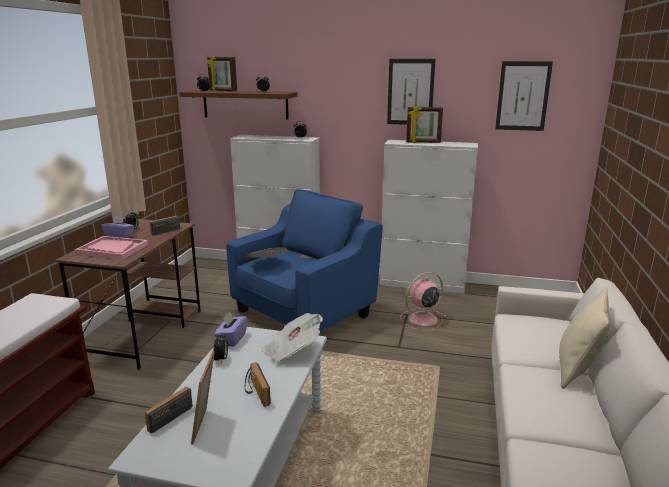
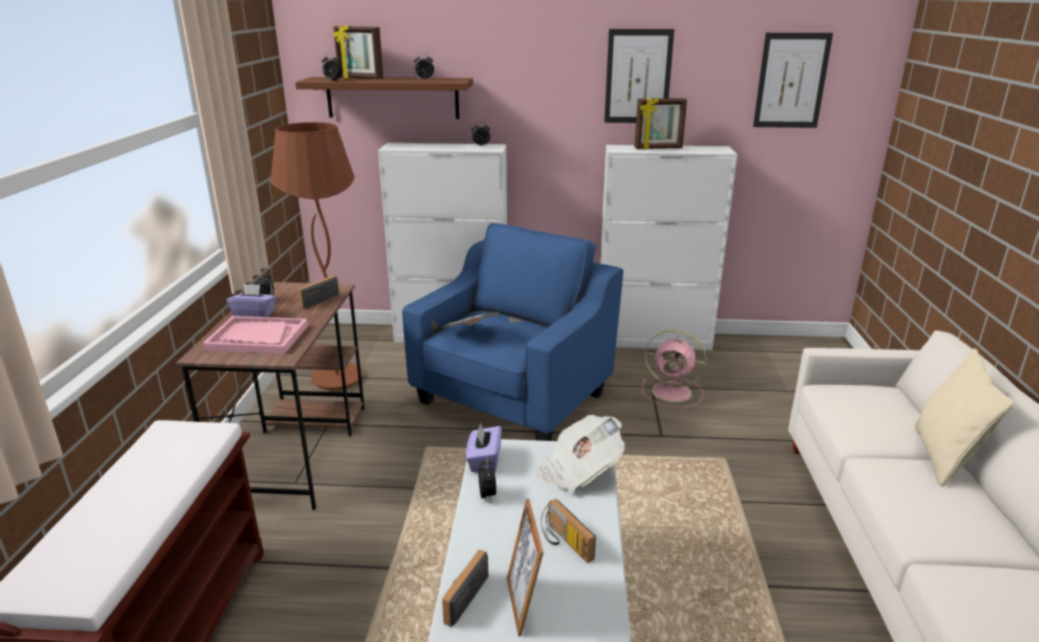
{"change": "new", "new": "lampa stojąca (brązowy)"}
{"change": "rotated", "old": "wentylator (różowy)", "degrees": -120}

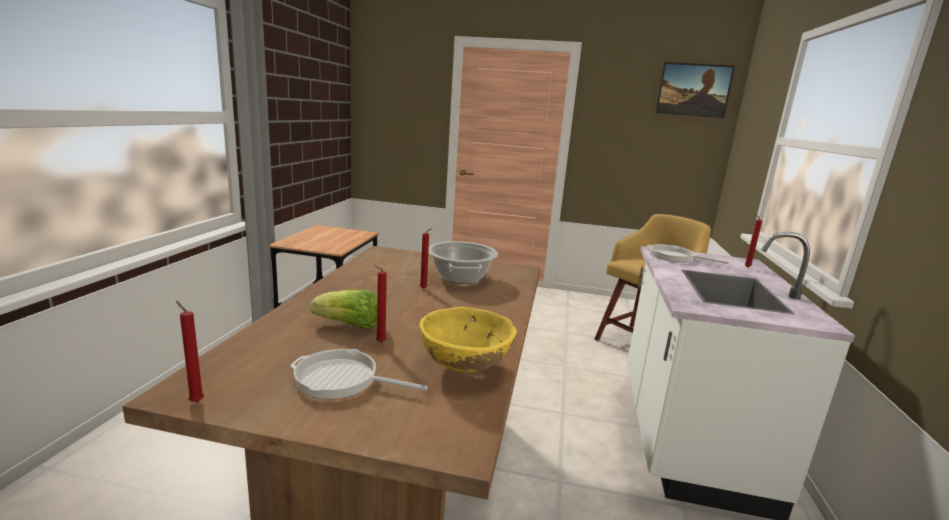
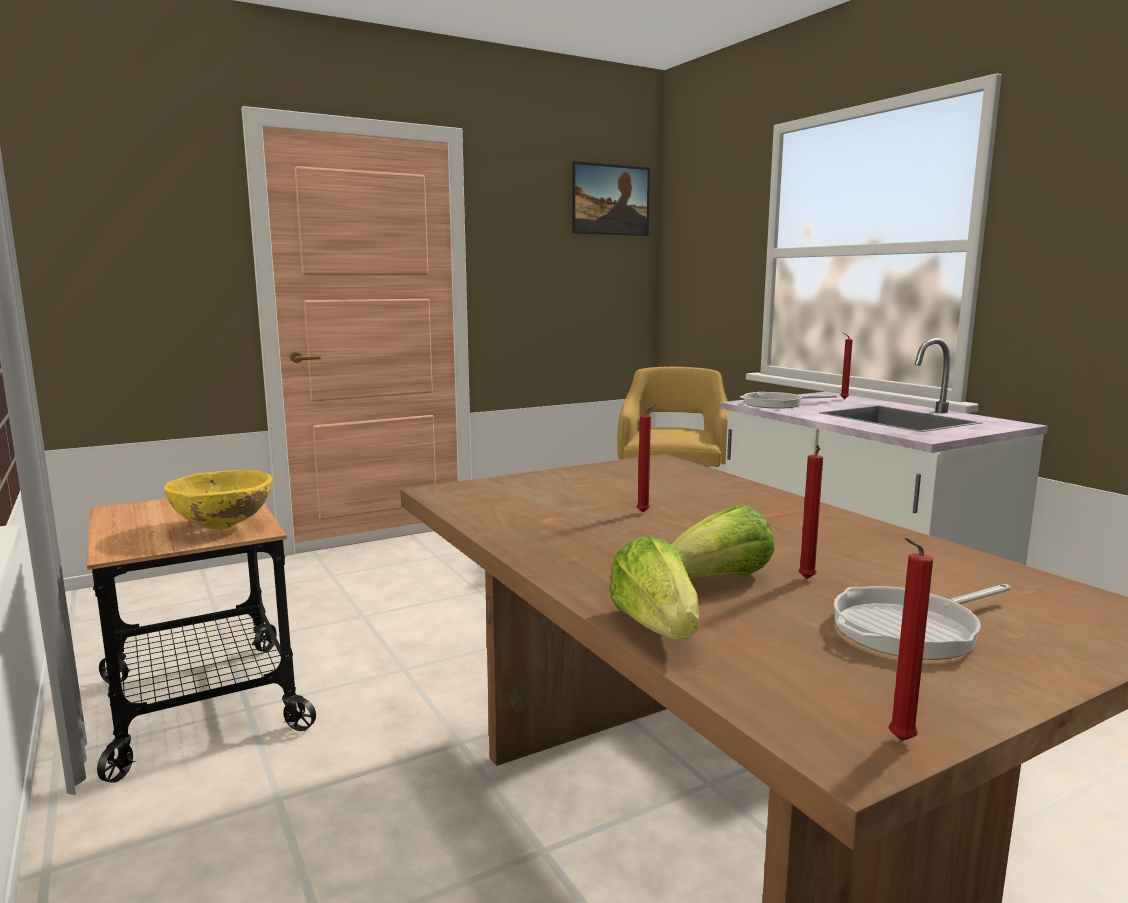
{"change": "gone", "old": "garnek"}
{"change": "new", "new": "sałata (no. 1 from left)"}
{"change": "shifted", "old": "miska (żółty)"}

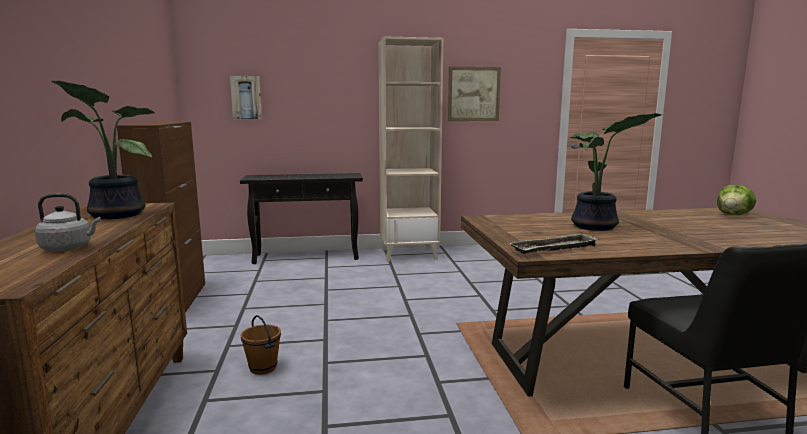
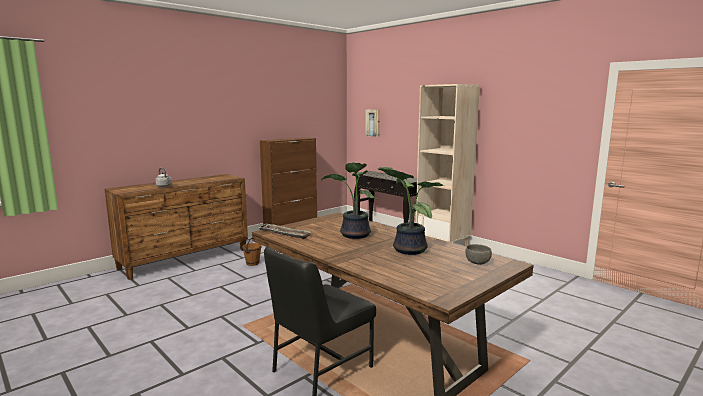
{"change": "gone", "old": "obraz (no. 2 from left)"}
{"change": "shifted", "old": "roślina doniczkowa (no. 1 from left in the first image)", "new": "roślina doniczkowa (no. 2 from left)"}
{"change": "swapped", "old": "sałata", "new": "miska (szary)"}

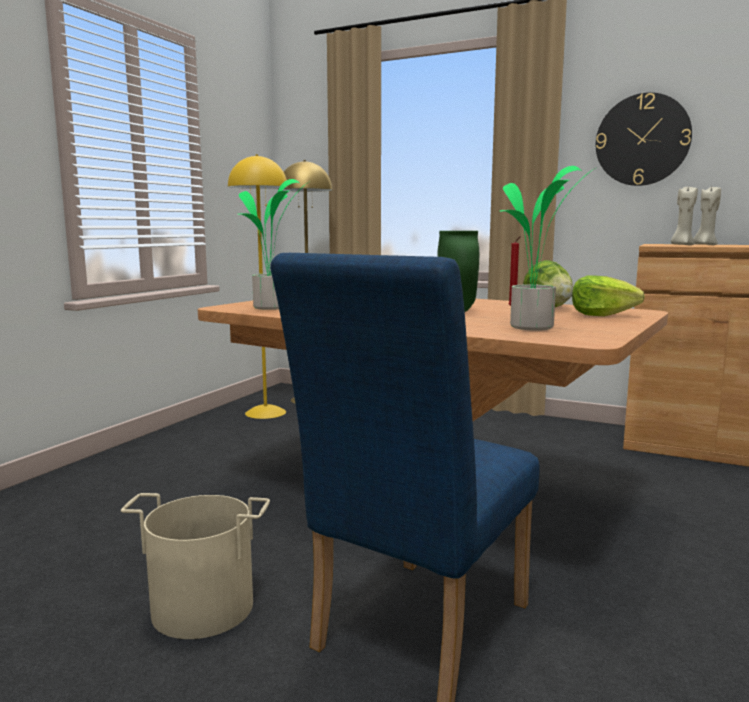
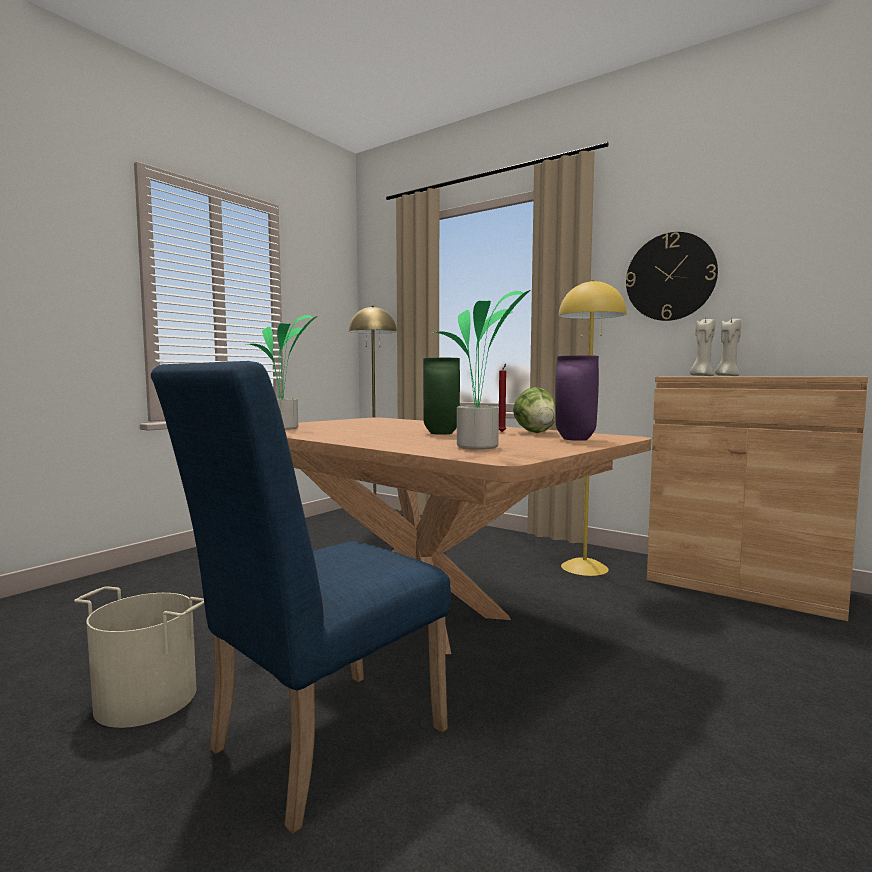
{"change": "shifted", "old": "lampa stojąca (żółty) (no. 1 from left in the first image)", "new": "lampa stojąca (żółty) (no. 2 from left)"}
{"change": "swapped", "old": "sałata (no. 2 from left)", "new": "wazon (fioletowy)"}

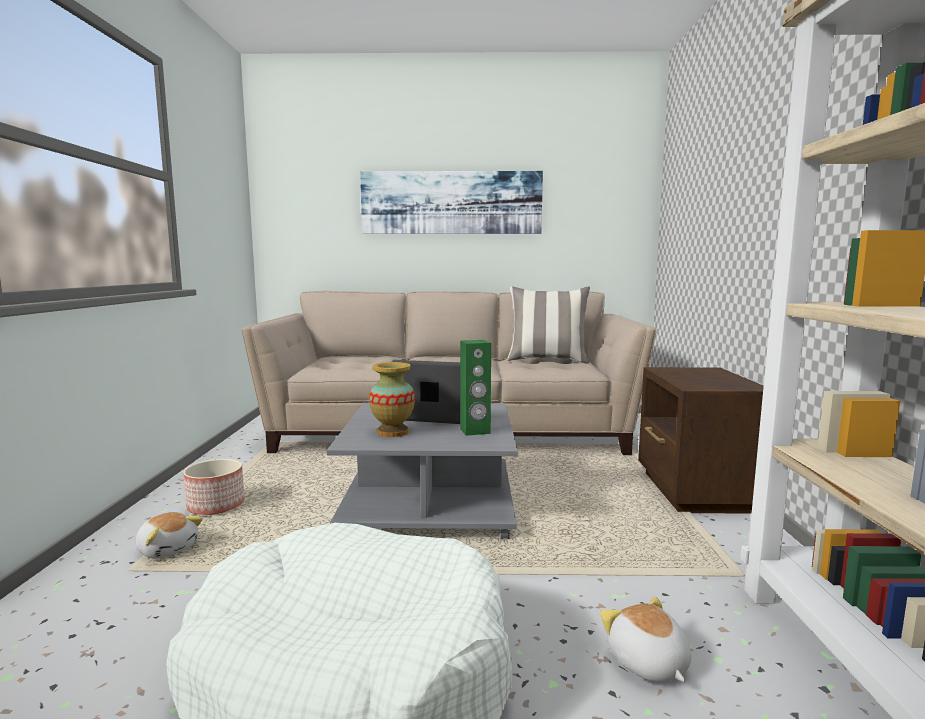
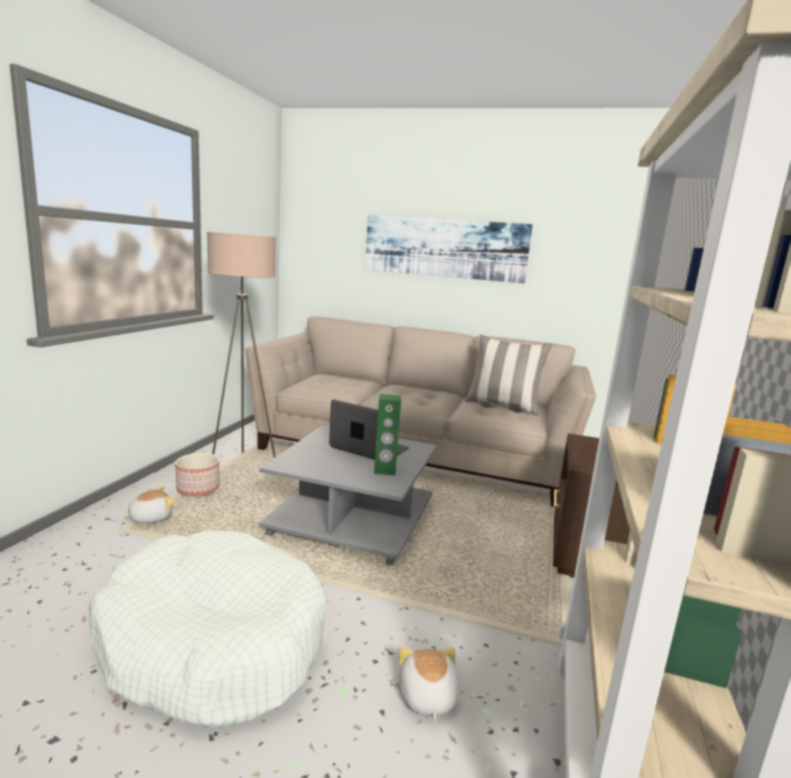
{"change": "gone", "old": "wazon"}
{"change": "new", "new": "lampa stojąca (beżowy)"}
{"change": "rotated", "old": "pluszak (no. 1 from left)", "degrees": -90}

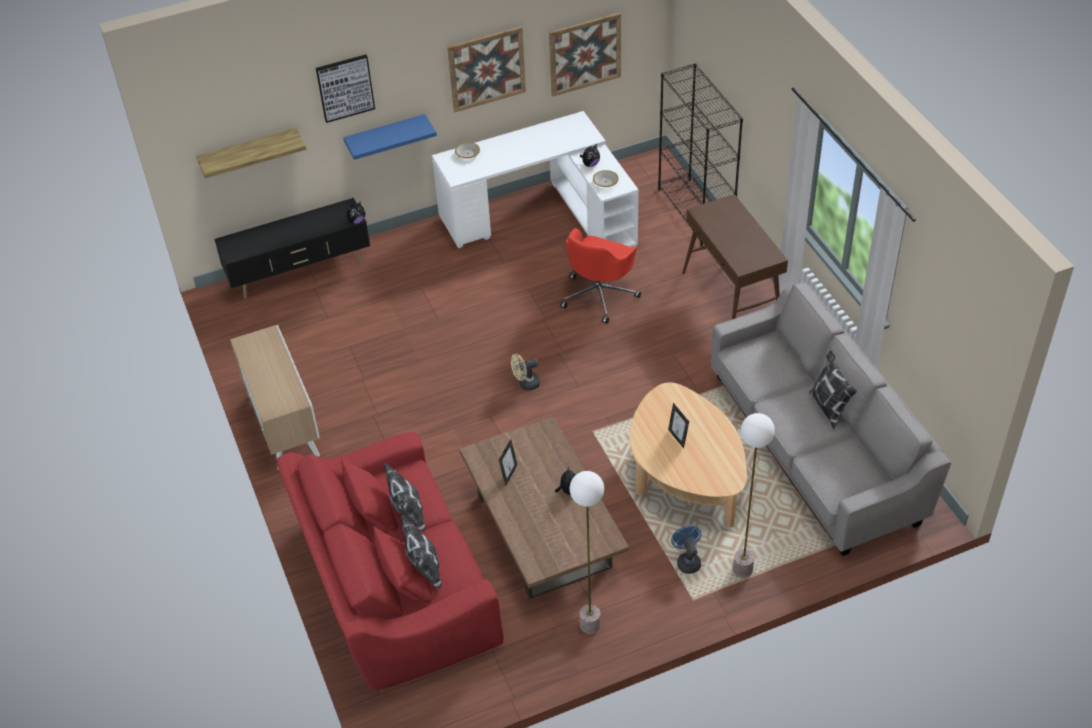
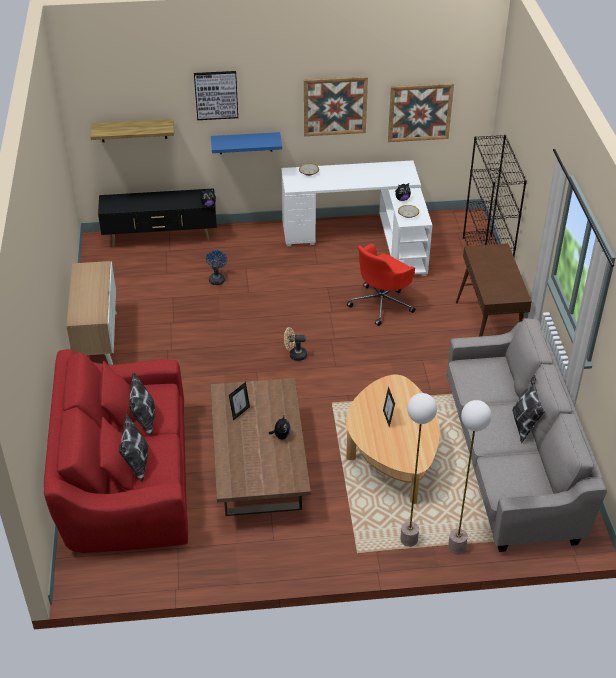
{"change": "shifted", "old": "lampa stojąca (no. 1 from left in the first image)", "new": "lampa stojąca (no. 2 from left)"}
{"change": "shifted", "old": "wentylator (niebieski)"}

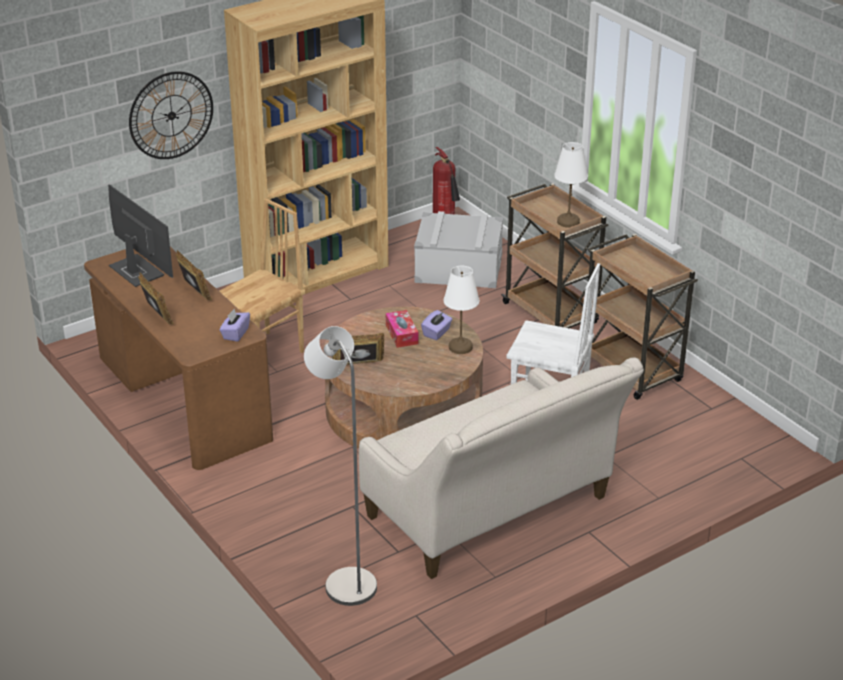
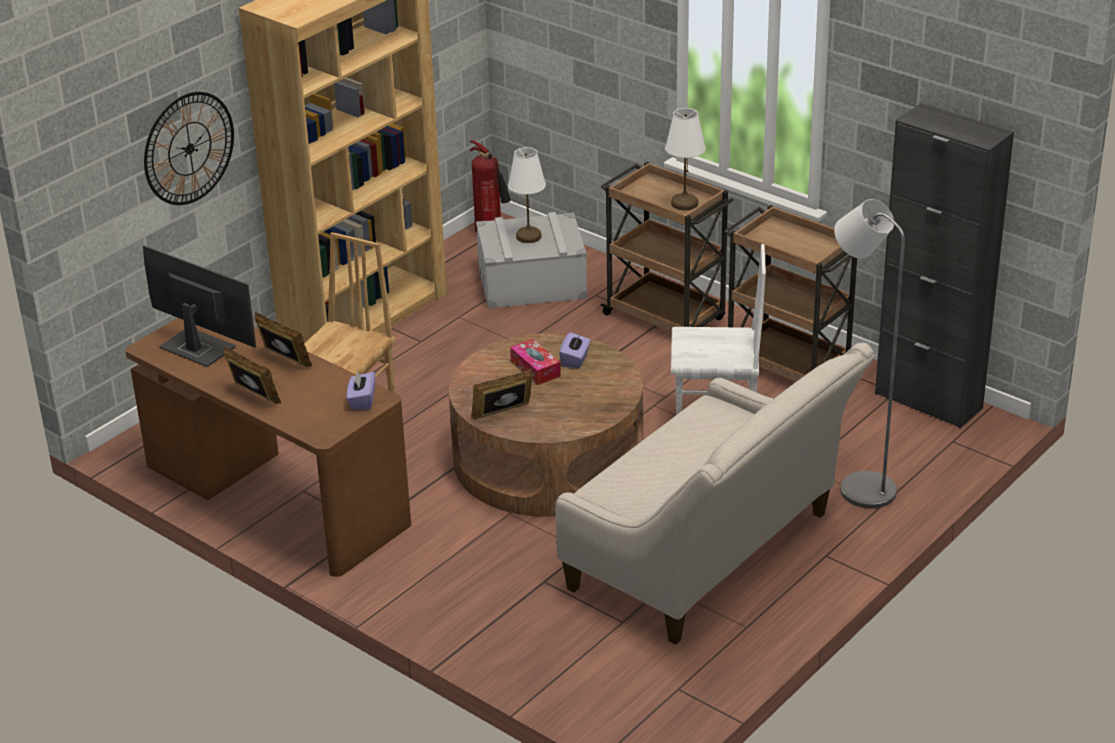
{"change": "new", "new": "szafka (czarny)"}
{"change": "shifted", "old": "lampa stojąca (szary)"}
{"change": "shifted", "old": "lampa stołowa (biały) (no. 1 from left)"}

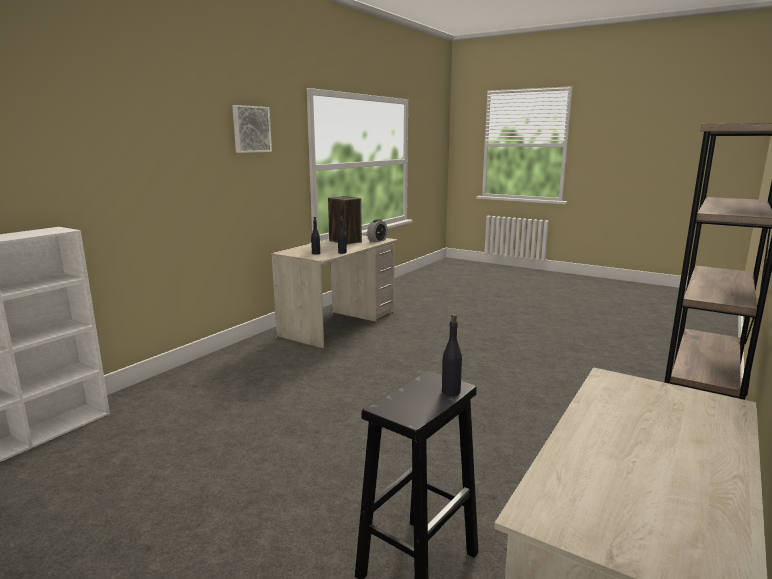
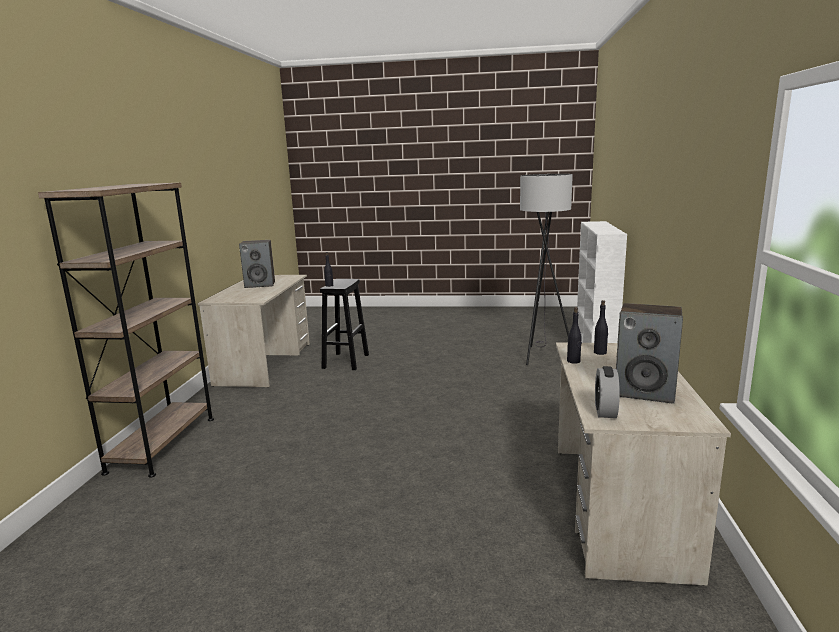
{"change": "gone", "old": "obraz"}
{"change": "new", "new": "głośnik (no. 1 from left)"}
{"change": "new", "new": "lampa stojąca (szary)"}

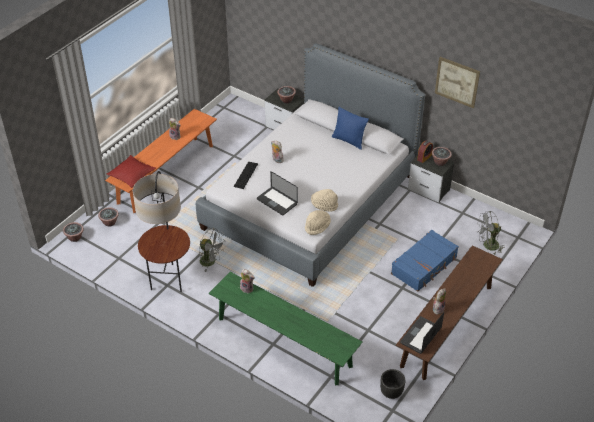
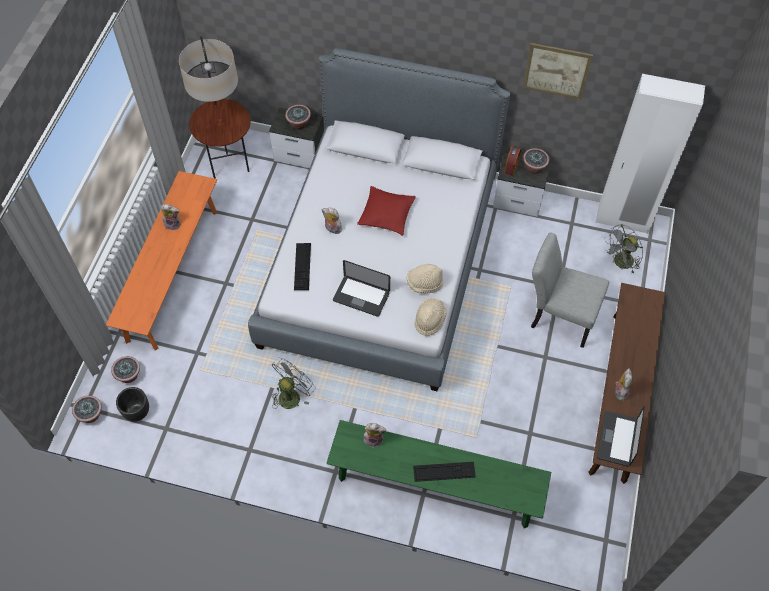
{"change": "gone", "old": "poduszka (niebieski)"}
{"change": "new", "new": "klawiatura (no. 2 from left)"}
{"change": "new", "new": "szafa (biały)"}
{"change": "shifted", "old": "poduszka (czerwony)"}
{"change": "shifted", "old": "lampa stojąca"}
{"change": "shifted", "old": "donica (czarny)"}
{"change": "swapped", "old": "walizka (niebieski)", "new": "krzesło (szary)"}
{"change": "rotated", "old": "wentylator (szary) (no. 1 from left)", "degrees": -60}

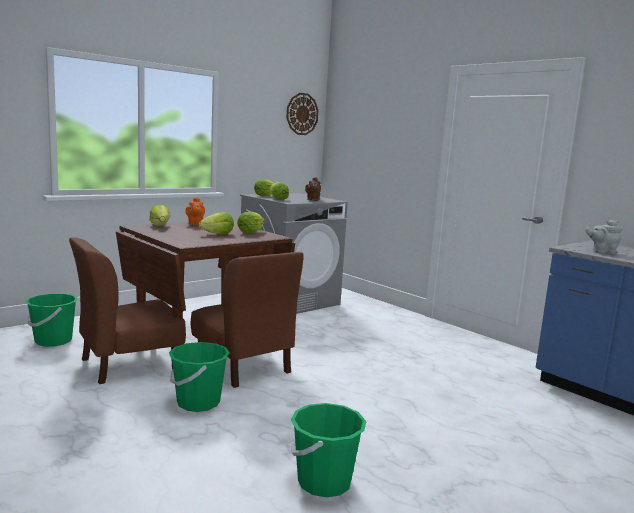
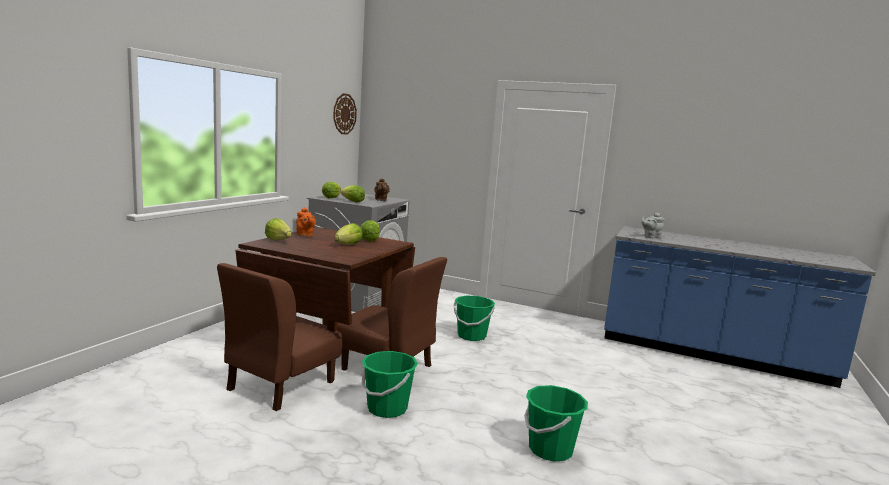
{"change": "shifted", "old": "wiadro (zielony) (no. 1 from left in the first image)", "new": "wiadro (zielony) (no. 2 from left)"}

